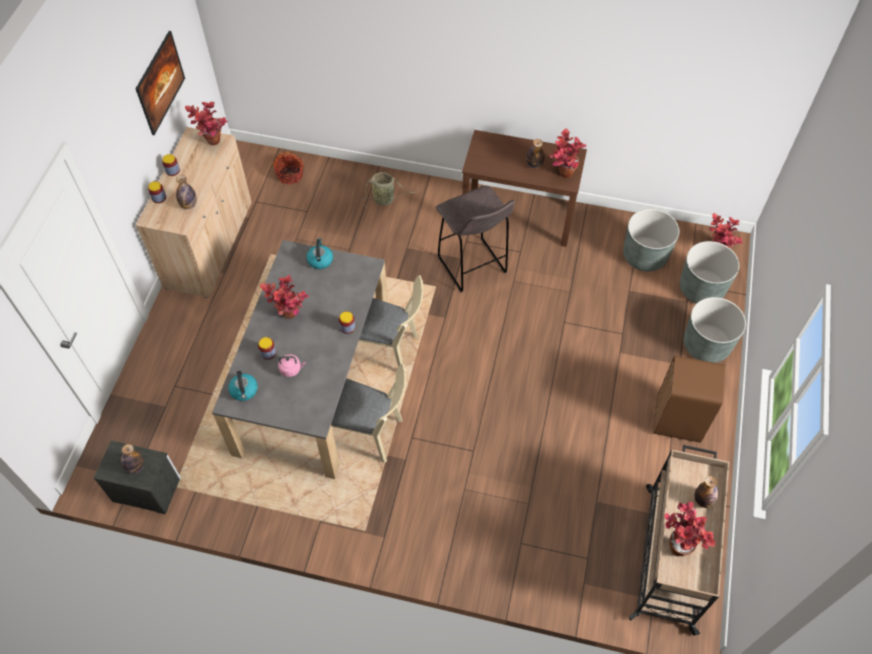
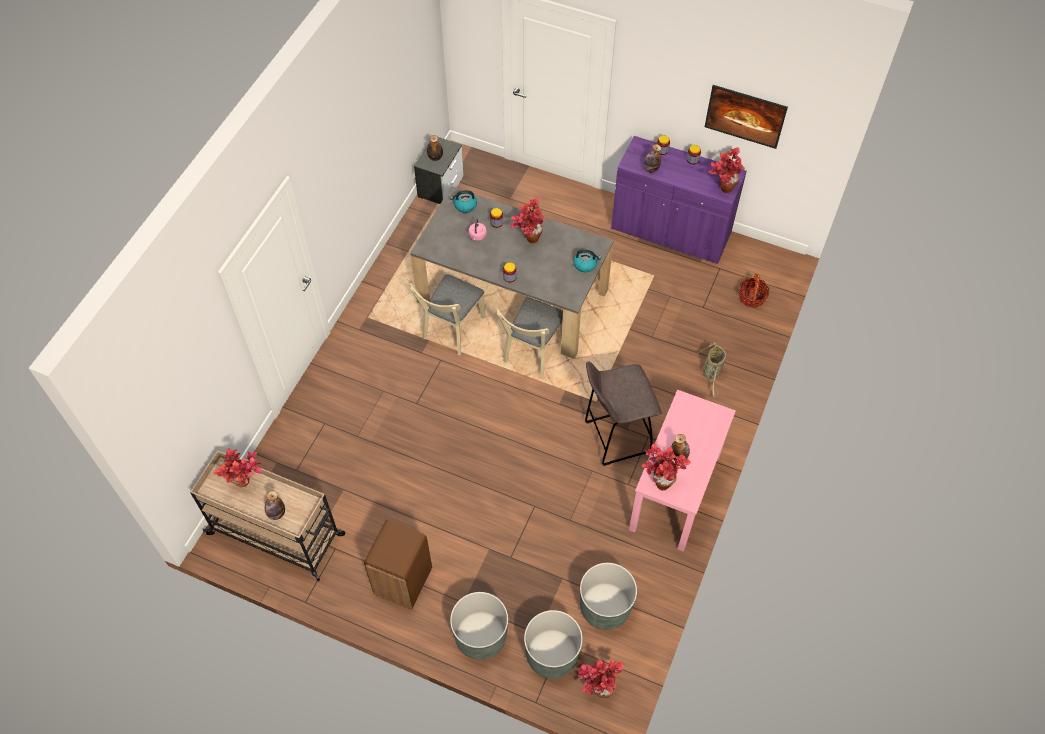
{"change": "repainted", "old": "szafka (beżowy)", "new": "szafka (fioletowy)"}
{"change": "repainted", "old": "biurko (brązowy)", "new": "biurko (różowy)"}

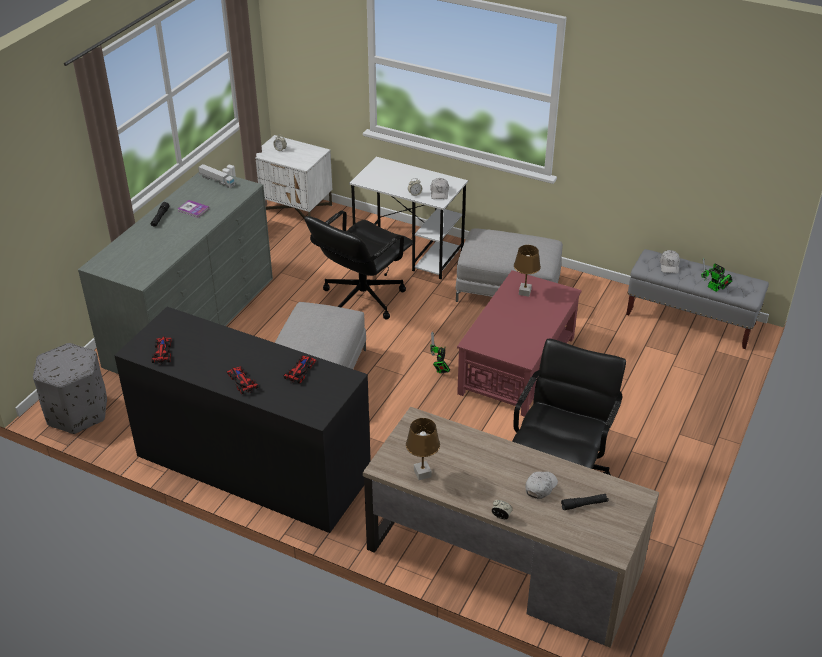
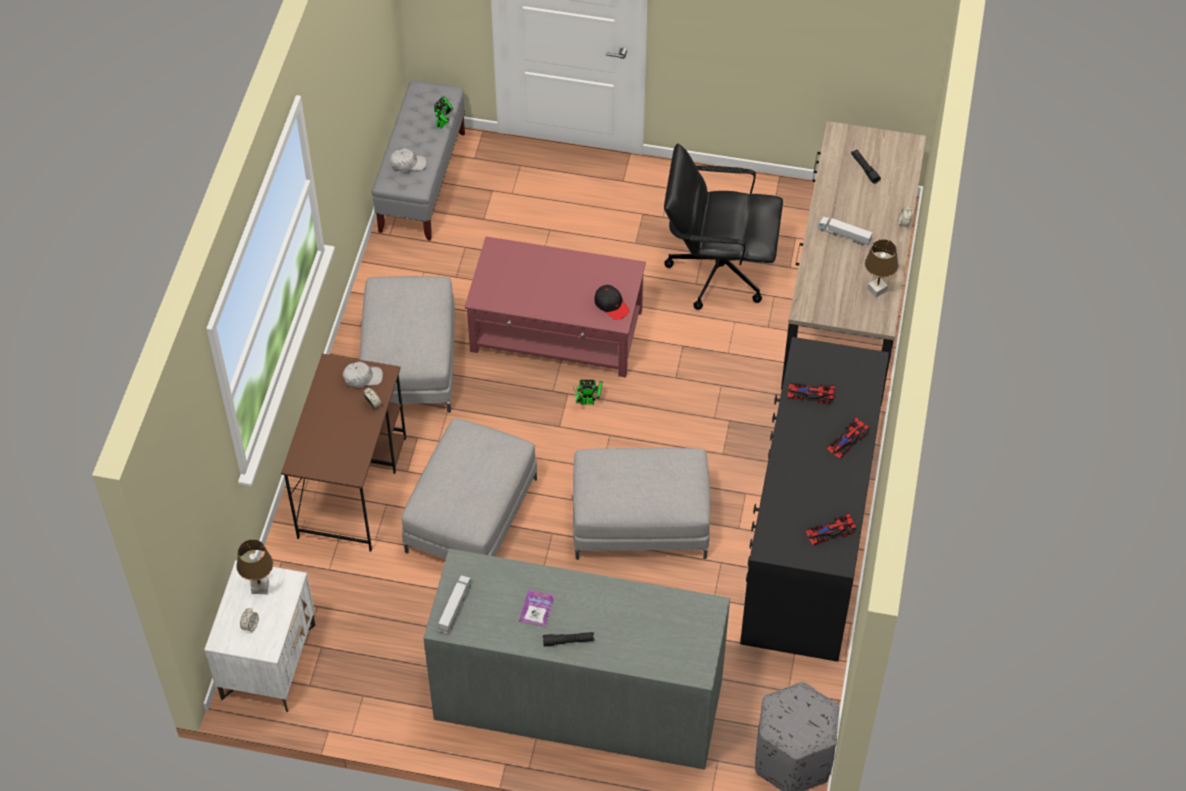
{"change": "gone", "old": "czapka z daszkiem (biały) (no. 2 from left)"}
{"change": "new", "new": "czapka z daszkiem (czarny)"}
{"change": "new", "new": "ciężarówka zabawkowa (no. 2 from left)"}
{"change": "shifted", "old": "lampa stołowa (brązowy) (no. 2 from left in the first image)", "new": "lampa stołowa (brązowy) (no. 1 from left)"}
{"change": "swapped", "old": "krzesło biurowe (czarny) (no. 1 from left)", "new": "pufa (szary) (no. 2 from left)"}
{"change": "repainted", "old": "biurko (biały)", "new": "biurko (brązowy) (no. 1 from left)"}

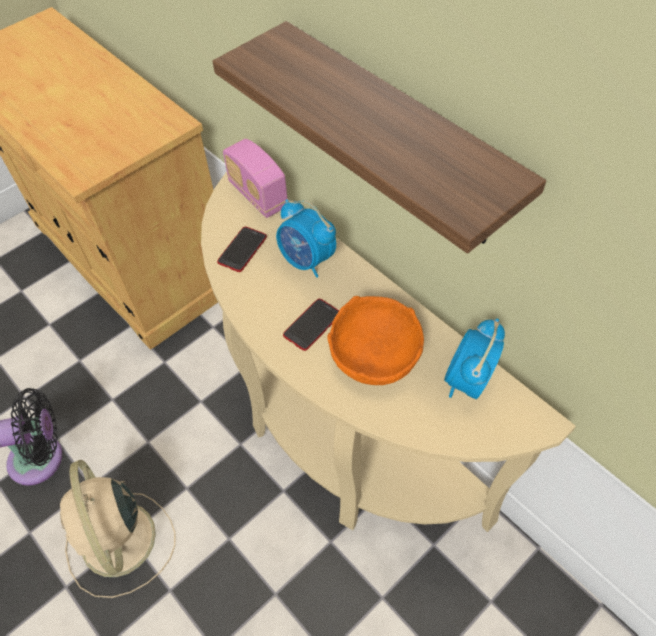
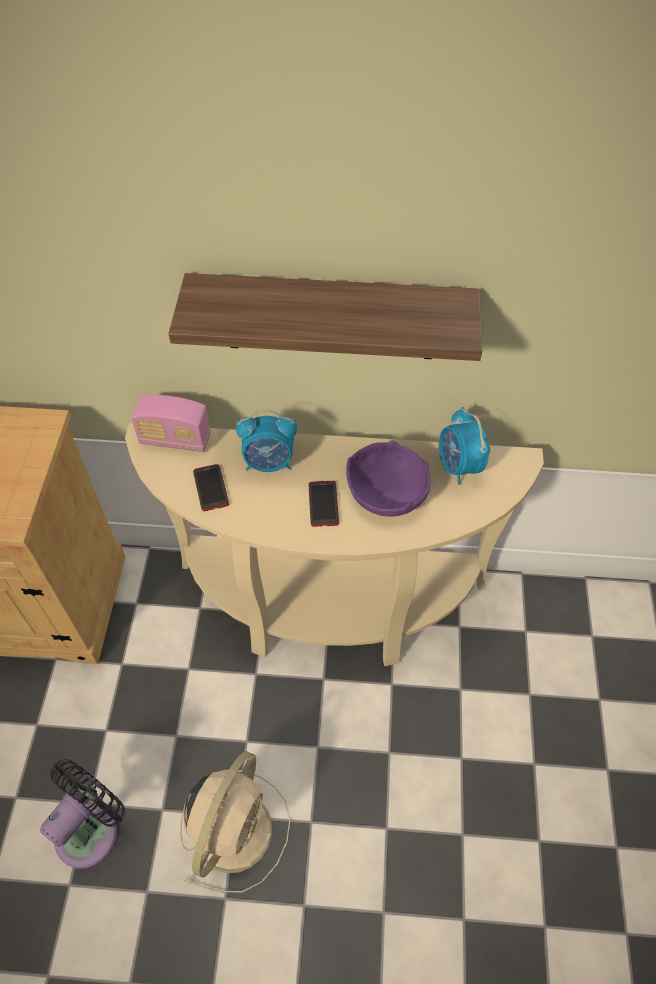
{"change": "repainted", "old": "miska (pomarańczowy)", "new": "miska (fioletowy)"}
{"change": "rotated", "old": "wentylator (beżowy)", "degrees": -90}

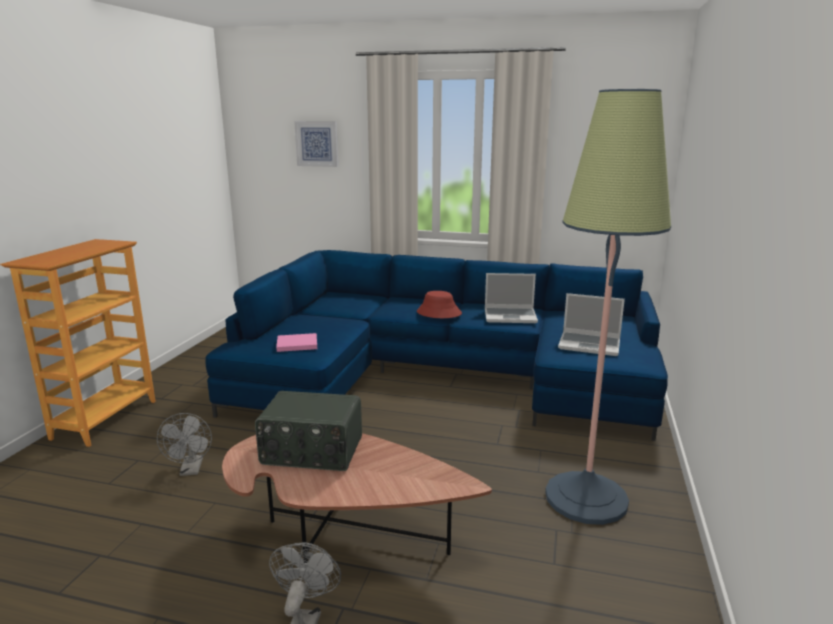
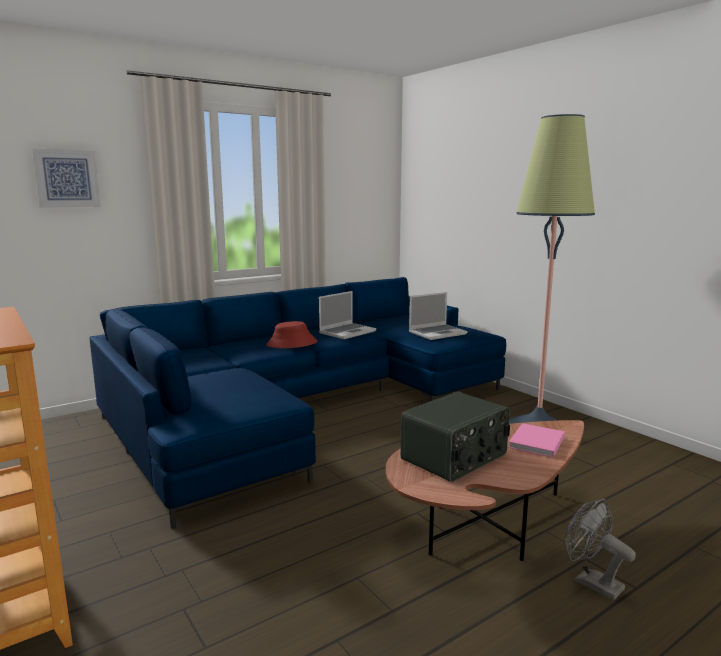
{"change": "gone", "old": "wentylator (szary) (no. 1 from left)"}
{"change": "shifted", "old": "książka (różowy)"}

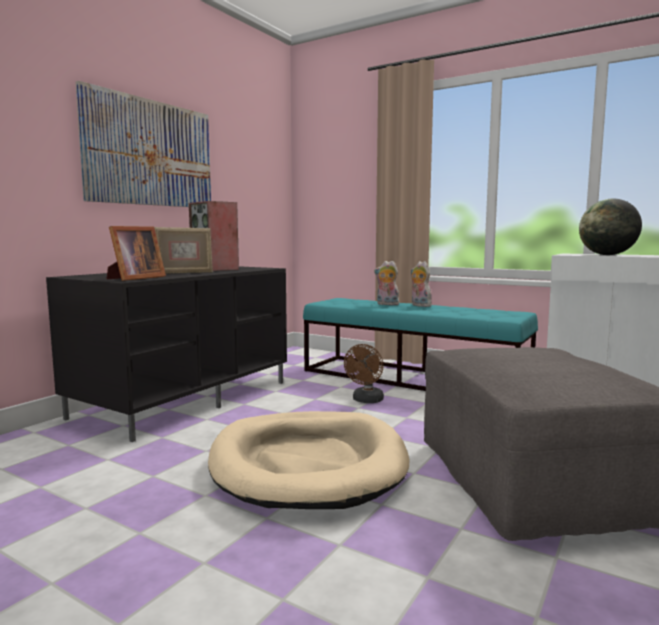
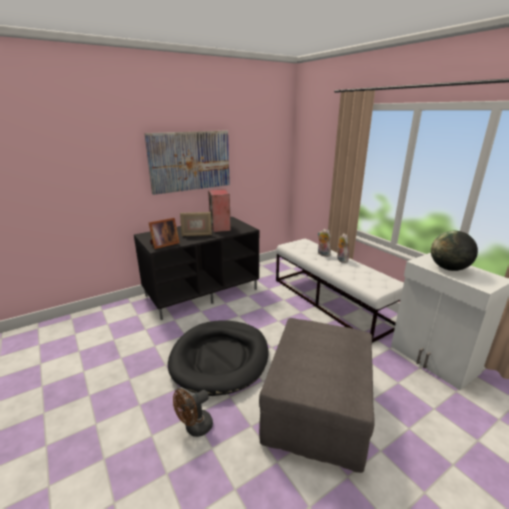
{"change": "shifted", "old": "wentylator (brązowy)"}
{"change": "repainted", "old": "legowisko (beżowy)", "new": "legowisko (czarny)"}
{"change": "repainted", "old": "ławka (turkusowy)", "new": "ławka (biały)"}

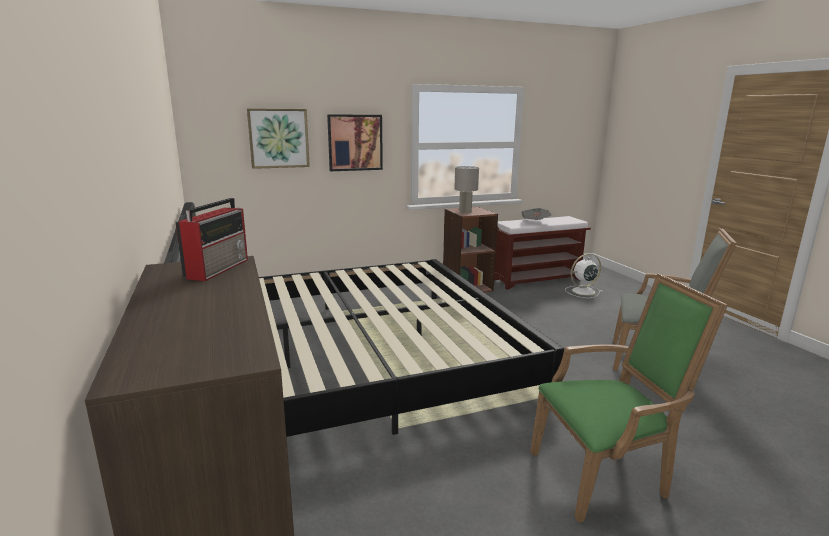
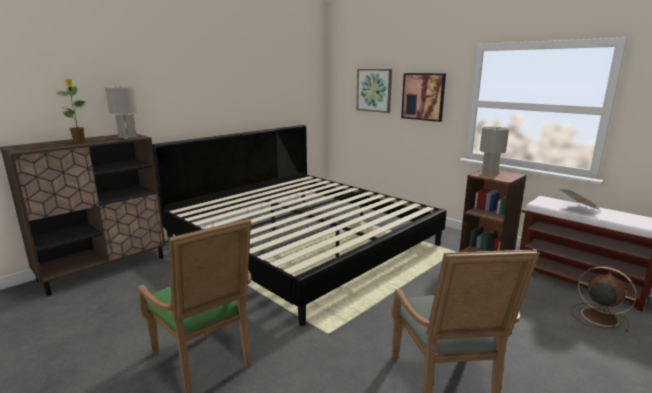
{"change": "new", "new": "roślina doniczkowa"}
{"change": "swapped", "old": "radio", "new": "lampa stołowa (szary) (no. 1 from left)"}
{"change": "repainted", "old": "wentylator (biały)", "new": "wentylator (brązowy)"}

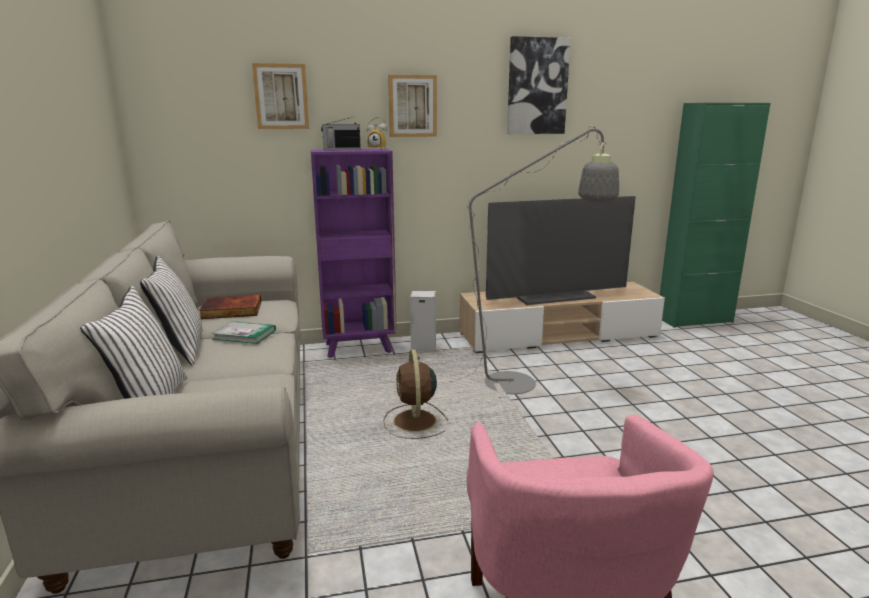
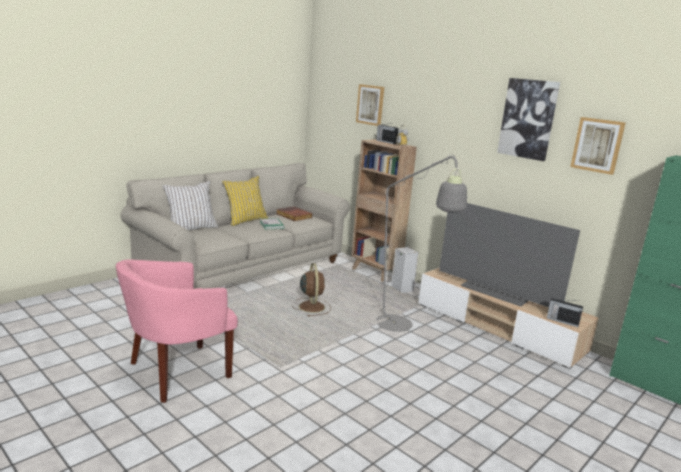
{"change": "new", "new": "radio (no. 2 from left)"}
{"change": "shifted", "old": "obraz (no. 2 from left in the first image)", "new": "obraz (no. 3 from left)"}
{"change": "repainted", "old": "poduszka (biały) (no. 2 from left)", "new": "poduszka (żółty)"}
{"change": "repainted", "old": "regał (fioletowy)", "new": "regał (brązowy)"}
{"change": "rotated", "old": "wentylator (brązowy)", "degrees": 120}

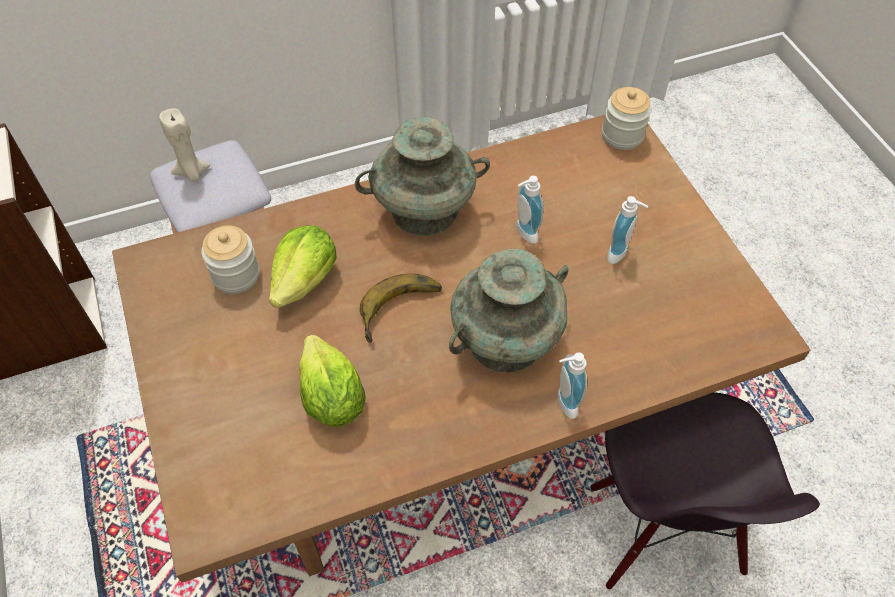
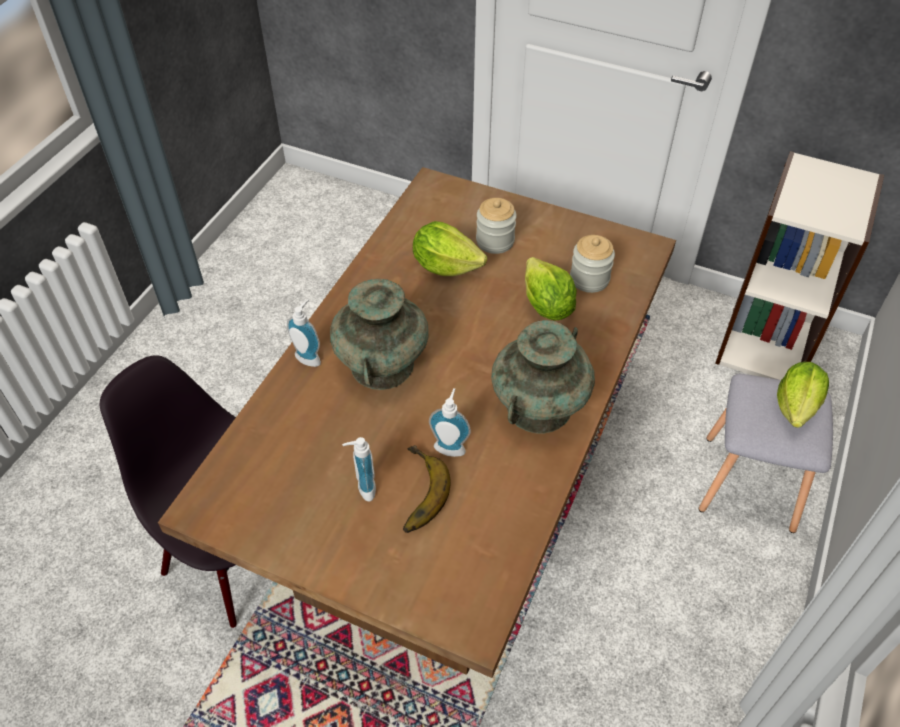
{"change": "shifted", "old": "banan"}
{"change": "shifted", "old": "słoik (no. 2 from left in the first image)", "new": "słoik (no. 1 from left)"}
{"change": "swapped", "old": "świeca (beżowy)", "new": "sałata (no. 3 from left)"}

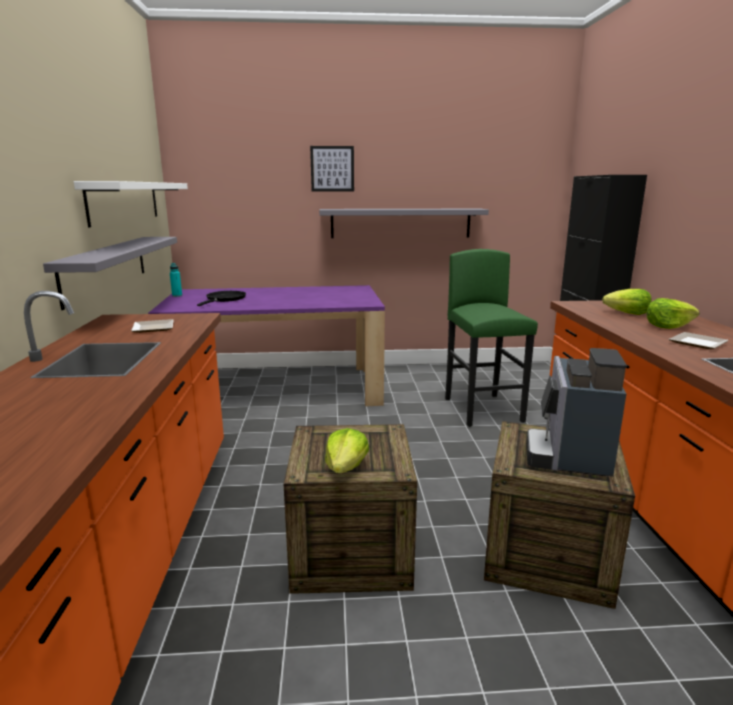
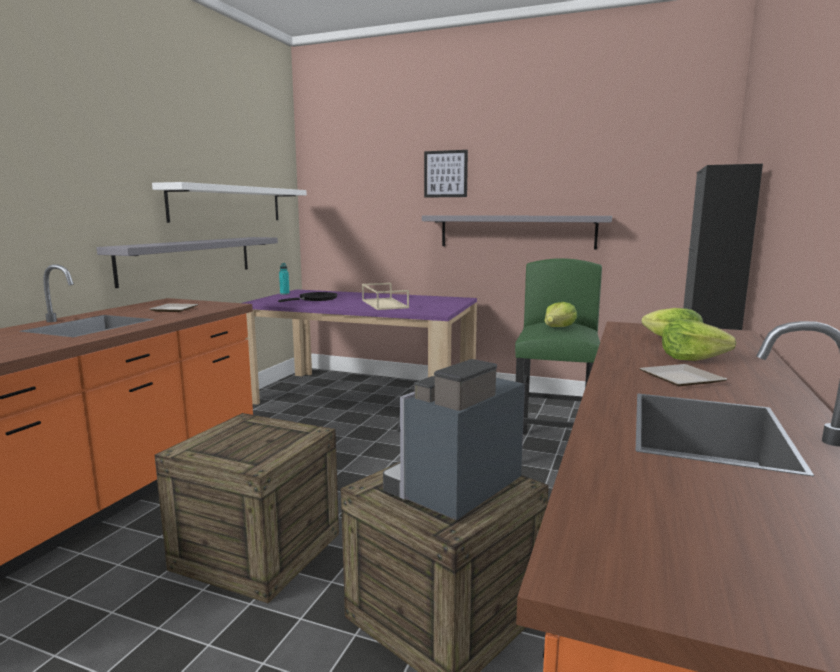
{"change": "new", "new": "taca (beżowy)"}
{"change": "shifted", "old": "sałata (no. 1 from left)"}

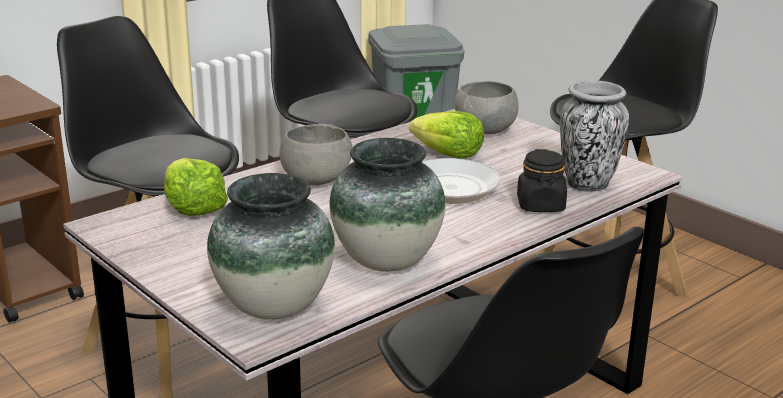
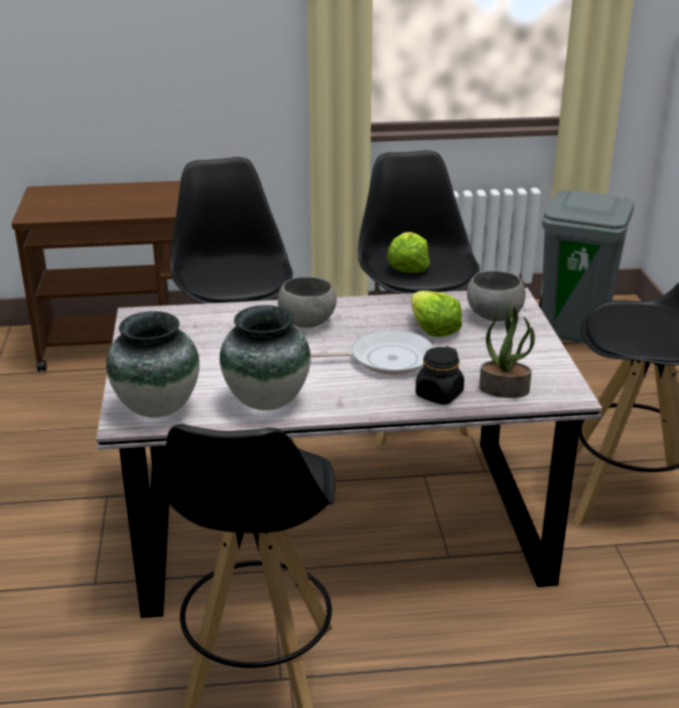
{"change": "shifted", "old": "sałata (no. 1 from left)"}
{"change": "swapped", "old": "wazon (no. 3 from left)", "new": "roślina doniczkowa"}

